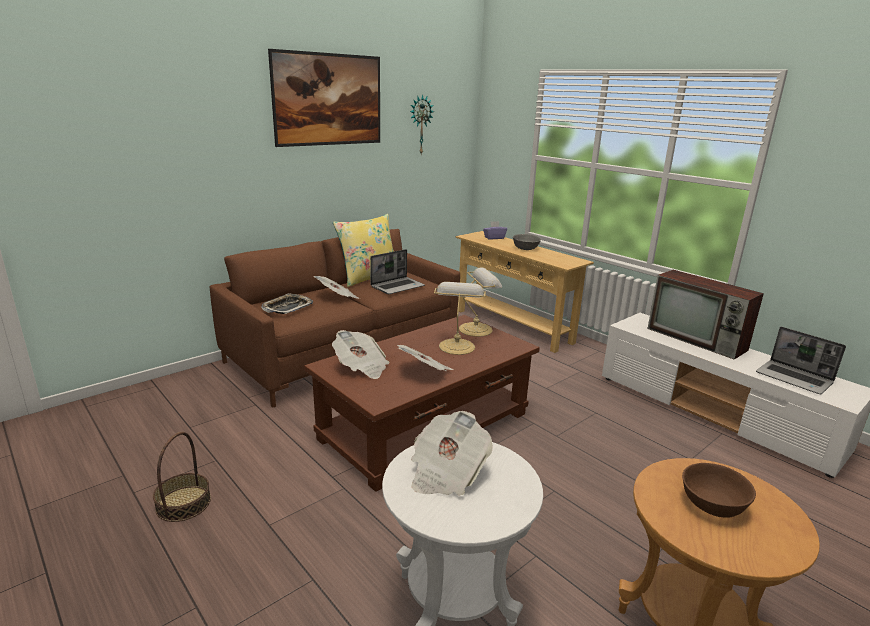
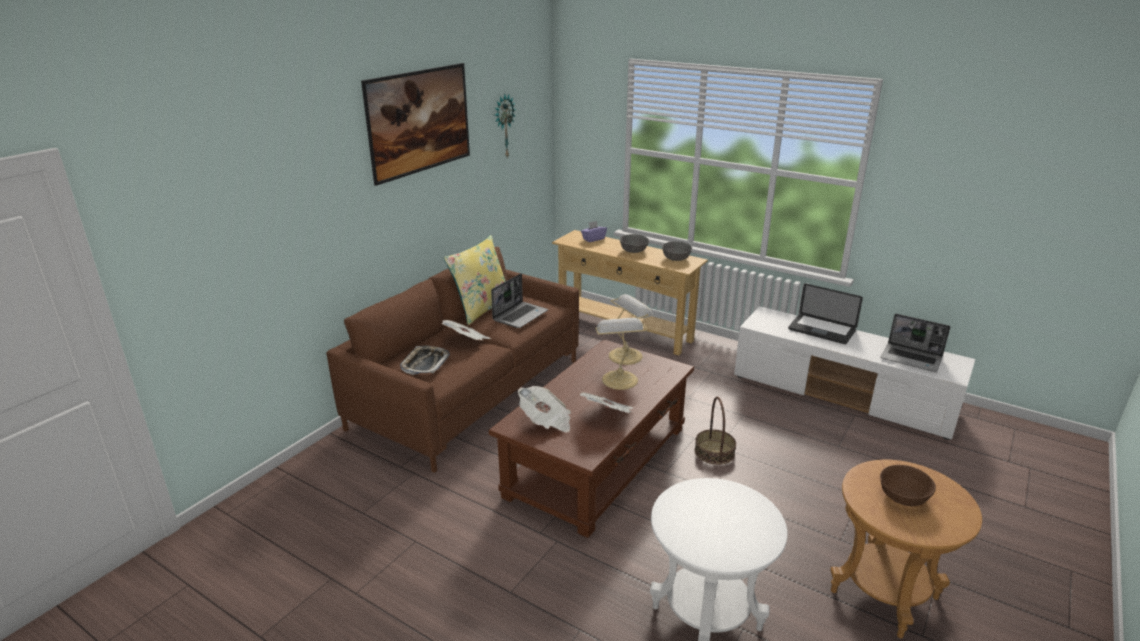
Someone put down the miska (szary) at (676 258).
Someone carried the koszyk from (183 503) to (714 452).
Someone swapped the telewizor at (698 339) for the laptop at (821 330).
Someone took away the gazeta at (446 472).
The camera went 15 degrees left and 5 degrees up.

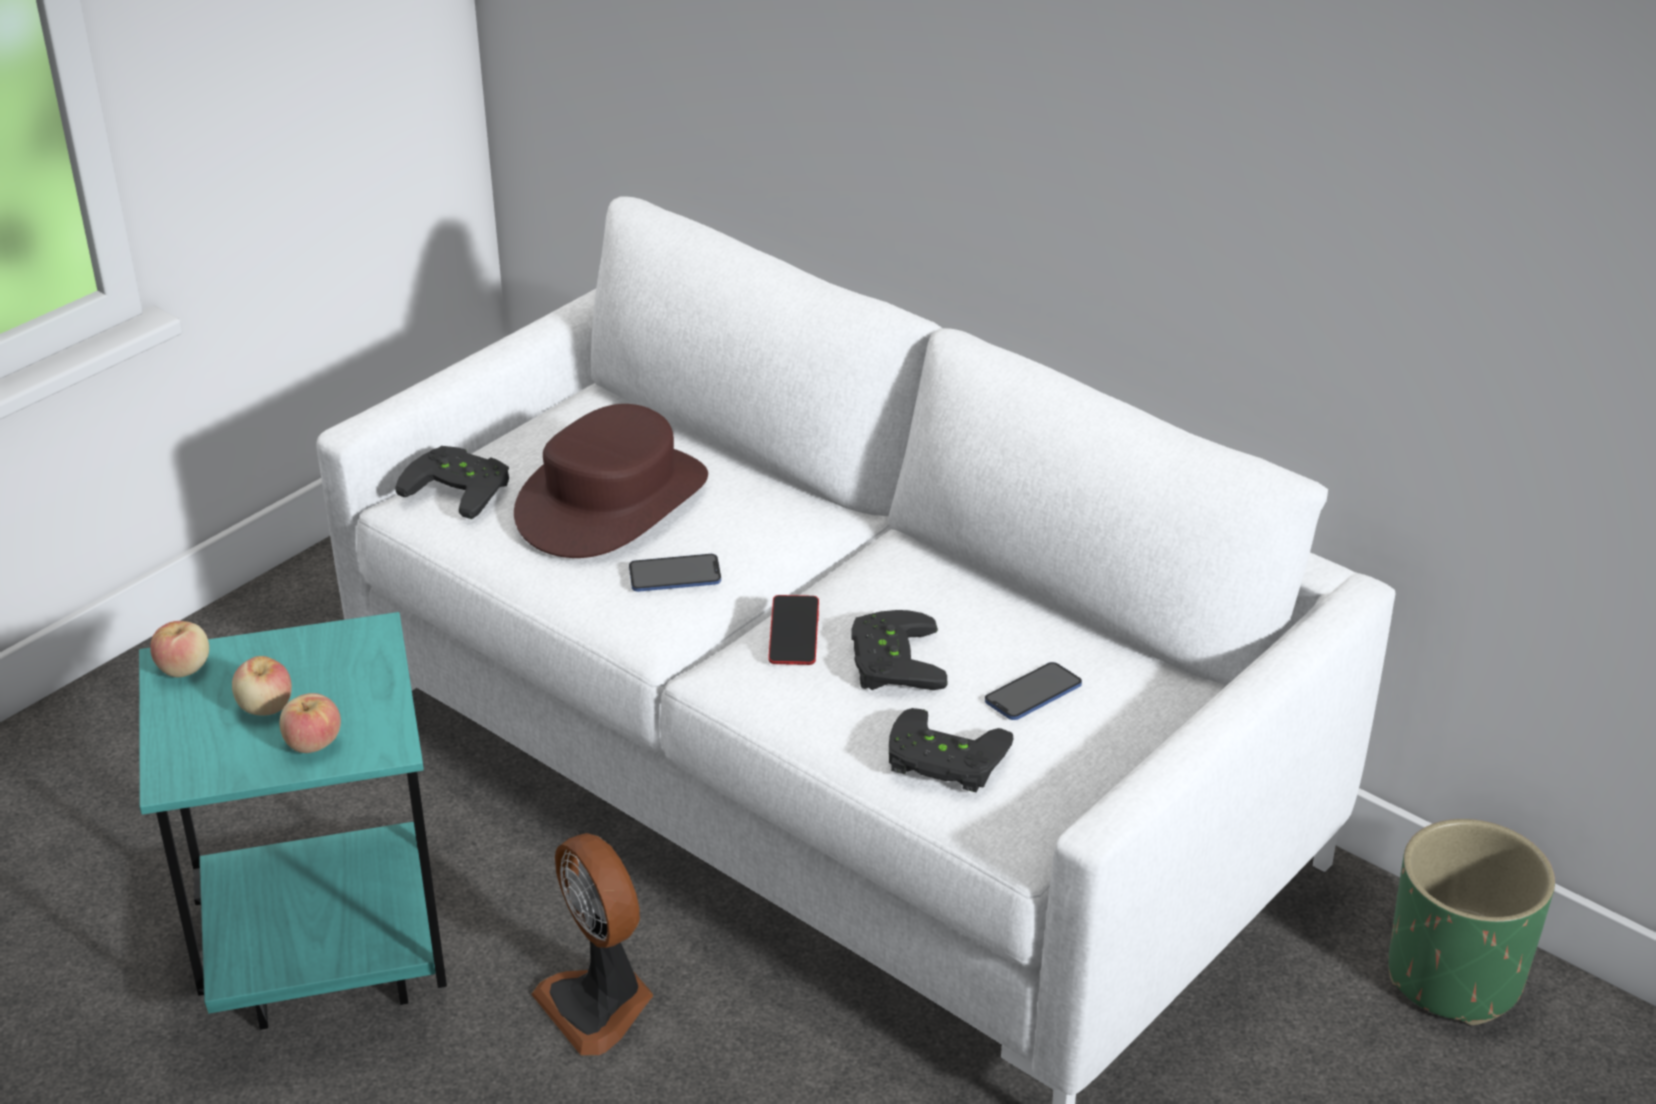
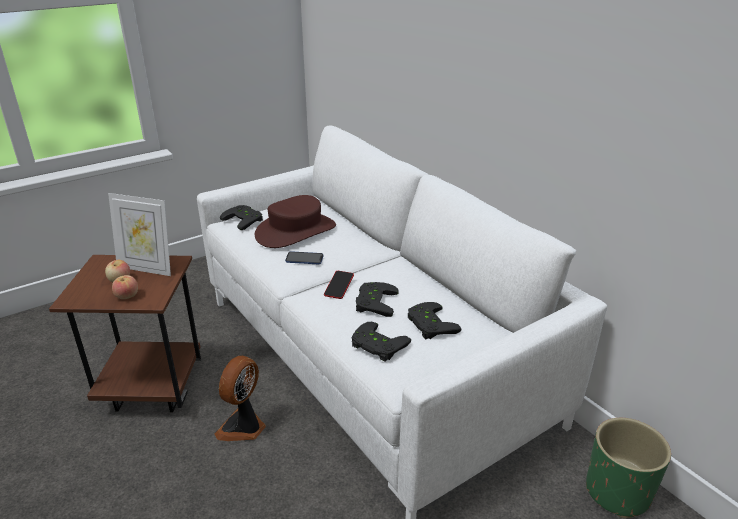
Someone repainted the stolik (turkusowy) at (325 960), which became the stolik (brązowy) at (153 389).
Someone put down the ramka na zdjęcie at (147 268).
Someone rotated the wentylator at (599 1004) by 45 degrees clockwise.
Someone swapped the telefon at (1033 694) for the pad do gier (czarny) at (428 325).
Someone took away the jabłko at (184 668).
The camera went 15 degrees right and 5 degrees down.

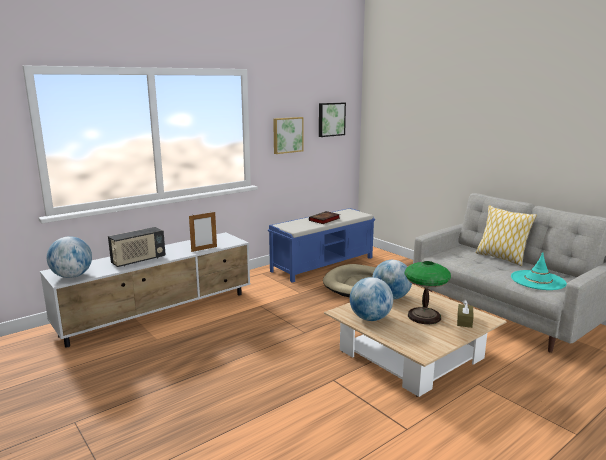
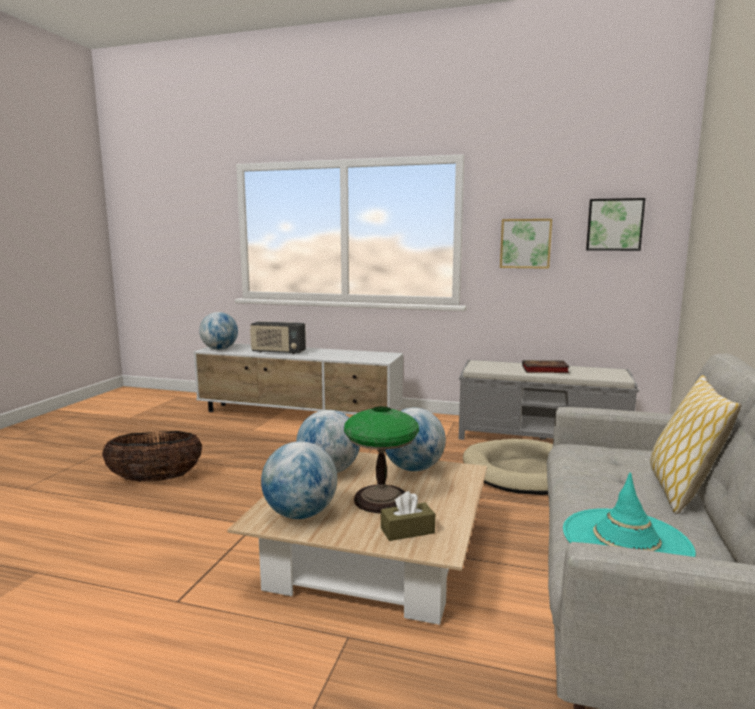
Someone put down the koszyk at (155 479).
Someone put down the globus at (300 514).
Someone repainted the ławka (niebieski) at (323 264), which became the ławka (szary) at (542 438).
Someone took away the ramka na zdjęcie at (204 249).
The camera went 55 degrees right and 5 degrees down.

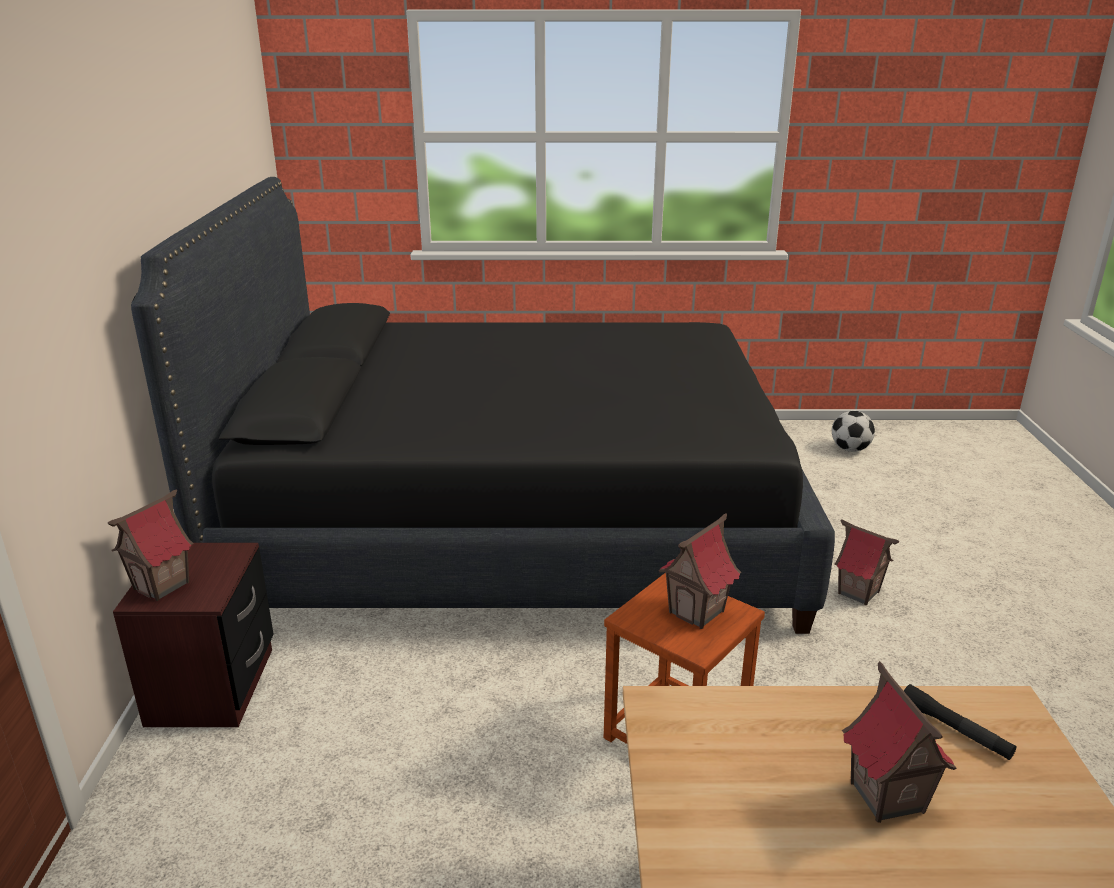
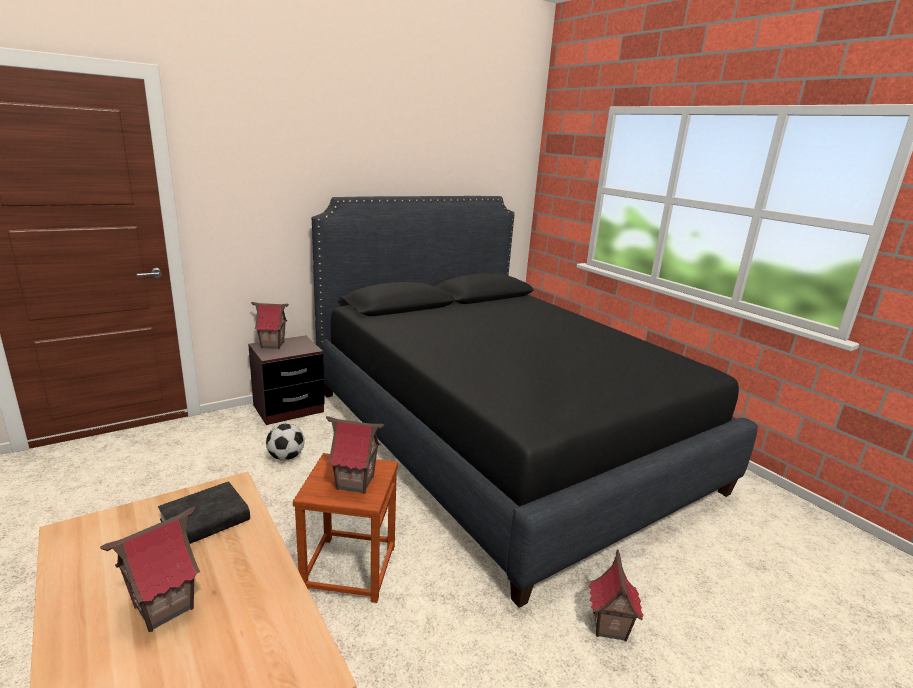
Someone put down the książka (czarny) at (205 520).
Someone carried the piłka futbolowa from (850 449) to (286 457).
Someone took away the latarka (czarny) at (955 729).
The camera went 55 degrees right and 5 degrees down.

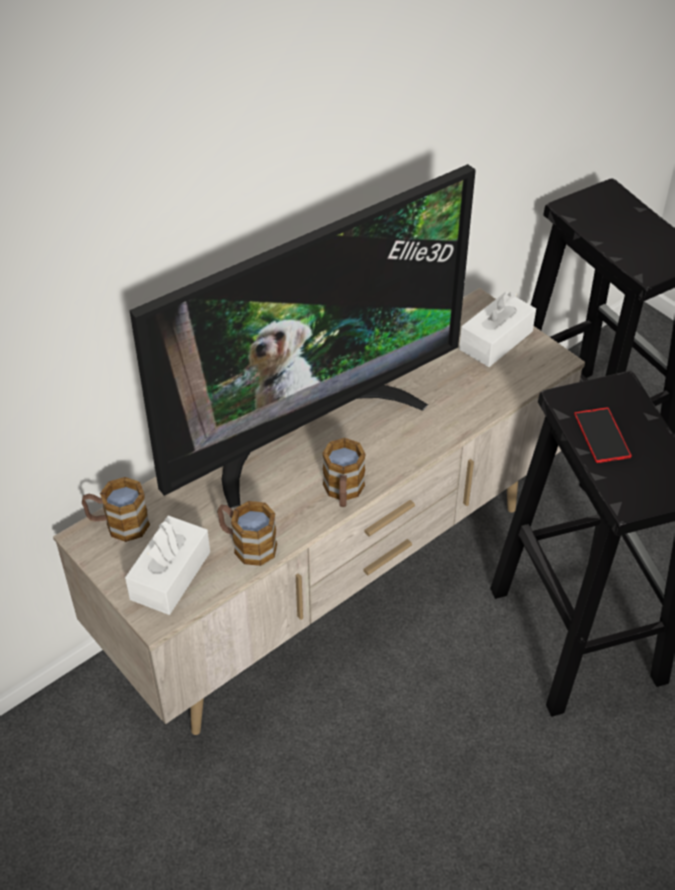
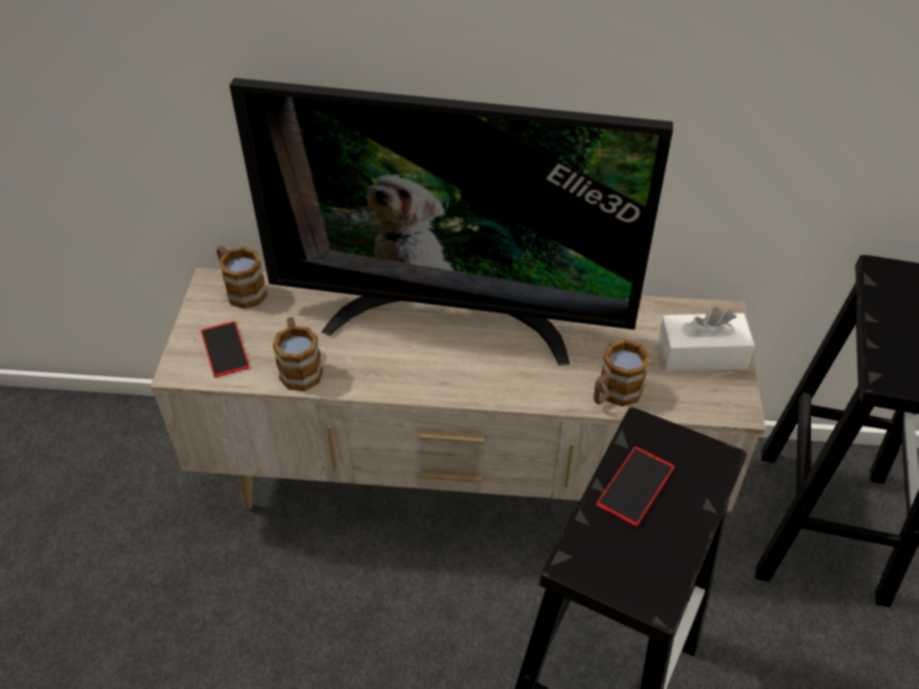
Someone swapped the pudełko chusteczek (biały) at (170 575) for the telefon at (225 349).
Someone carried the kubek from (343 492) to (614 394).
The camera went 45 degrees right and 0 degrees up.

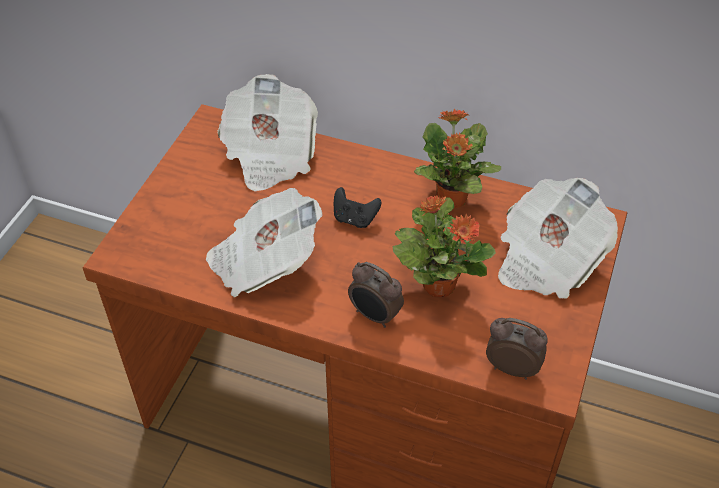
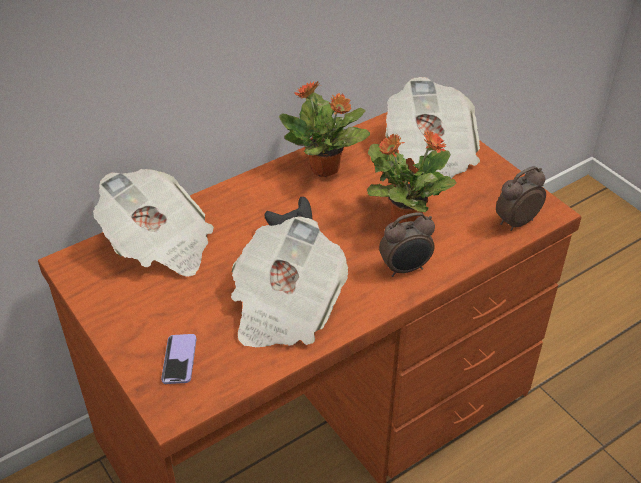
Someone put down the telefon at (179 360).
The camera went 55 degrees left and 5 degrees down.

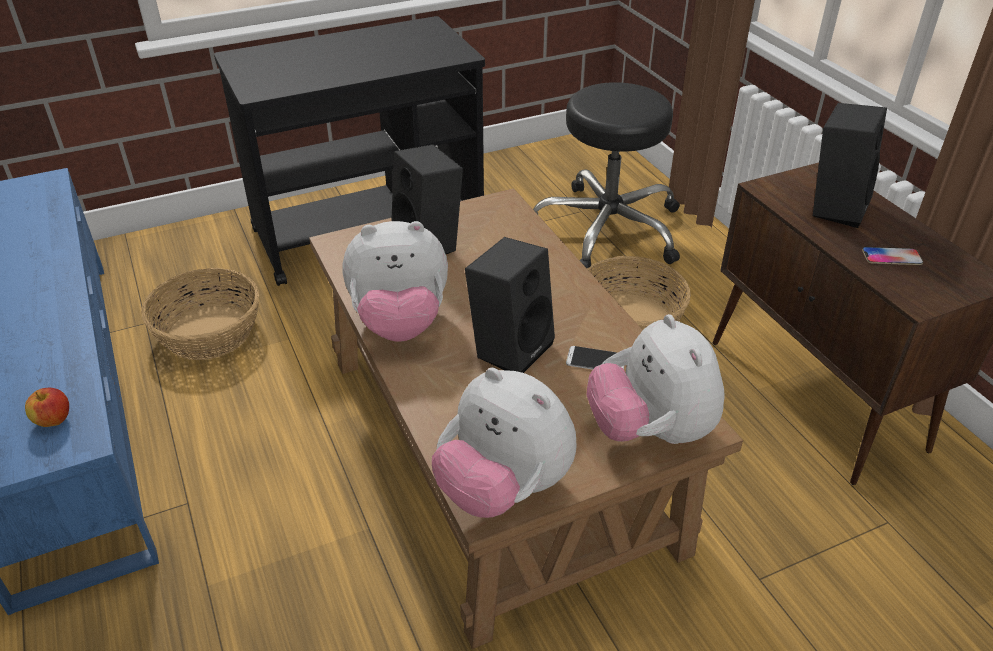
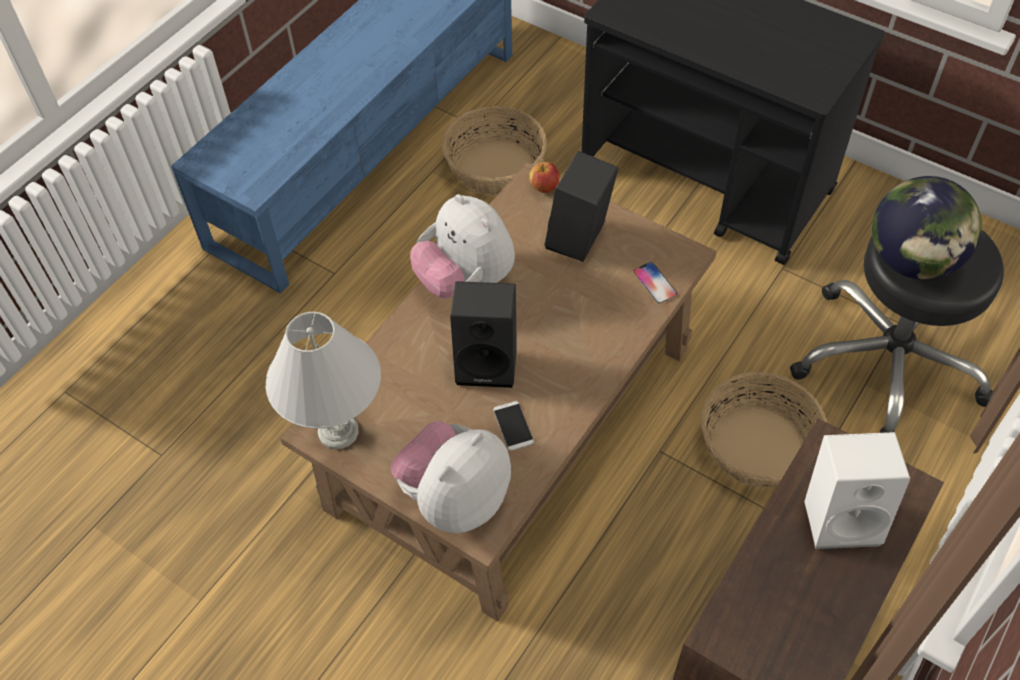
Someone swapped the pluszak at (503 488) for the lampa stołowa (biały) at (338 432).
Someone carried the jabłko from (54 420) to (544 187).
Someone carried the telefon from (891 257) to (654 283).
Someone repainted the głośnik (czarny) at (834 206), which became the głośnik (biały) at (842 516).
Someone put down the globus at (912 261).
The camera went 60 degrees right and 15 degrees up.

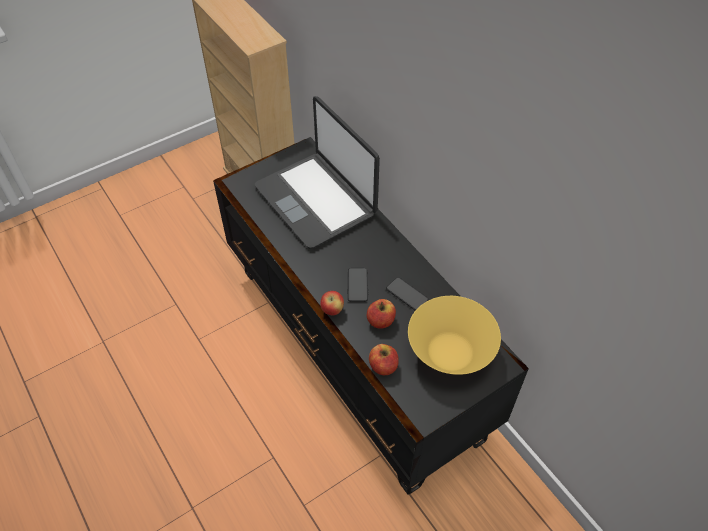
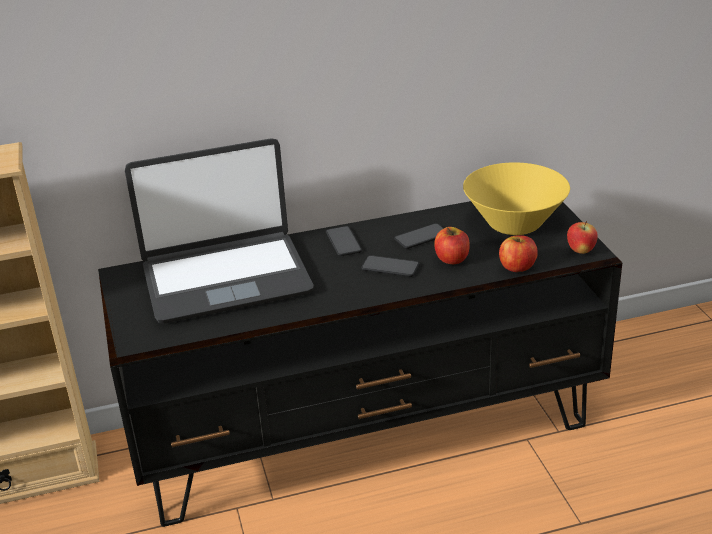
Someone put down the telefon at (343 242).
Someone carried the jabłko from (332 310) to (580 251).
The camera went 70 degrees left and 20 degrees down.

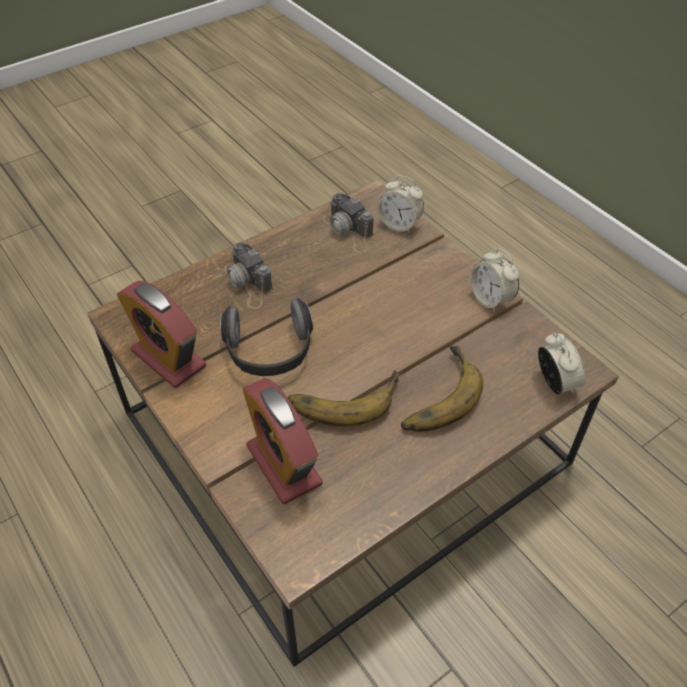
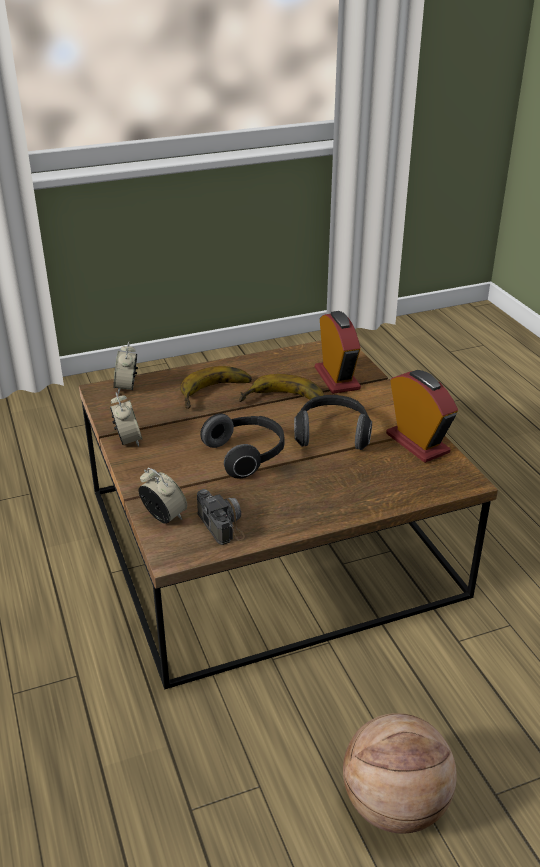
Someone put down the słuchawki at (247 455).
Someone put down the piłka do koszykówki at (395 805).
Someone took away the aparat fotograficzny at (248 283).
The camera went 165 degrees left and 15 degrees down.

